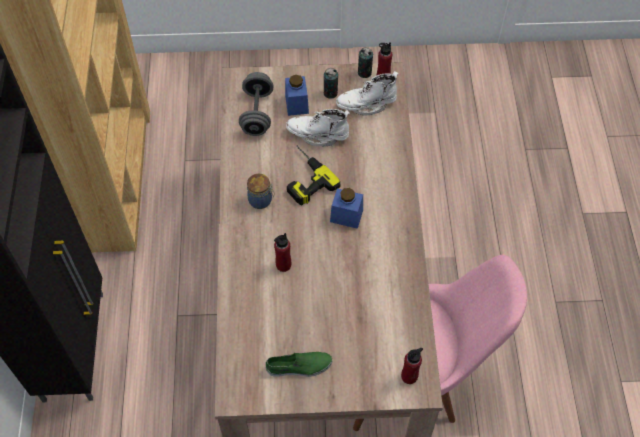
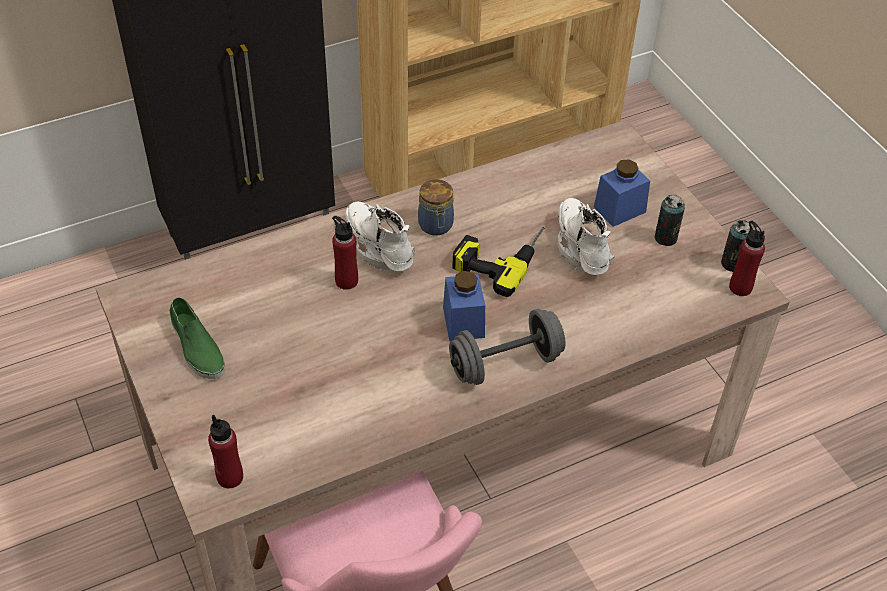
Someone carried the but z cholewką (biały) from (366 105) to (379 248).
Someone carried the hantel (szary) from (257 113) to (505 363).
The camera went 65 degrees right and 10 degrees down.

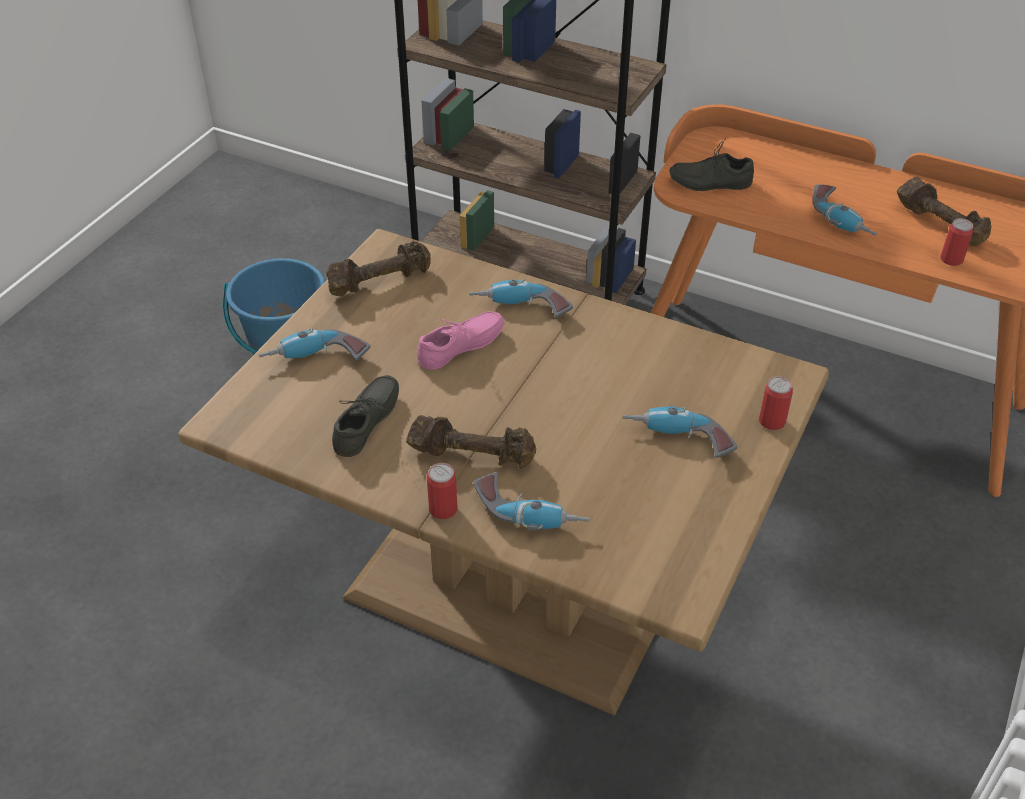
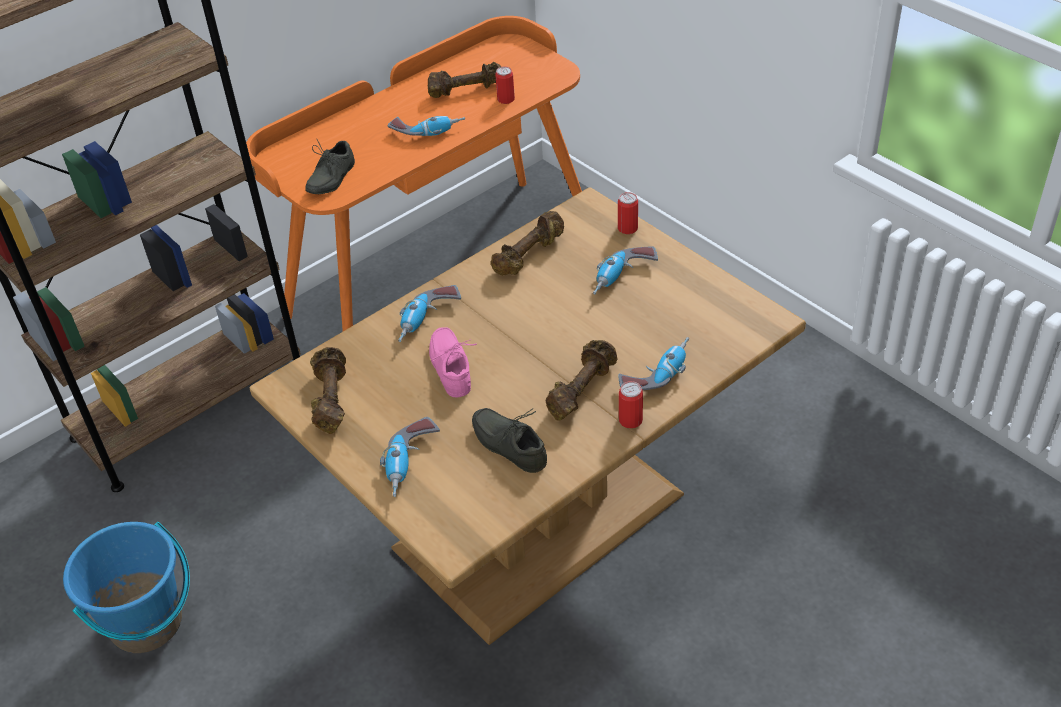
Someone put down the hantel (brązowy) at (529 255).
The camera went 65 degrees left and 0 degrees up.

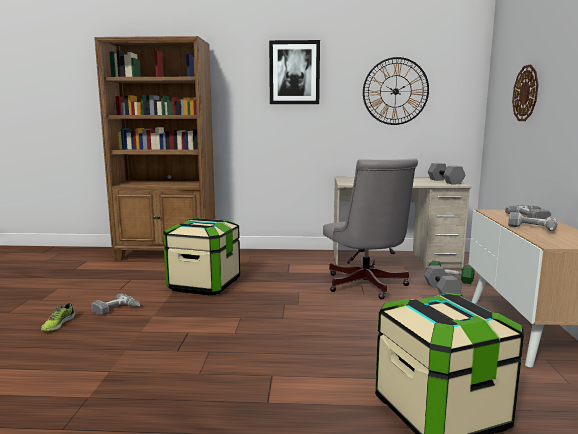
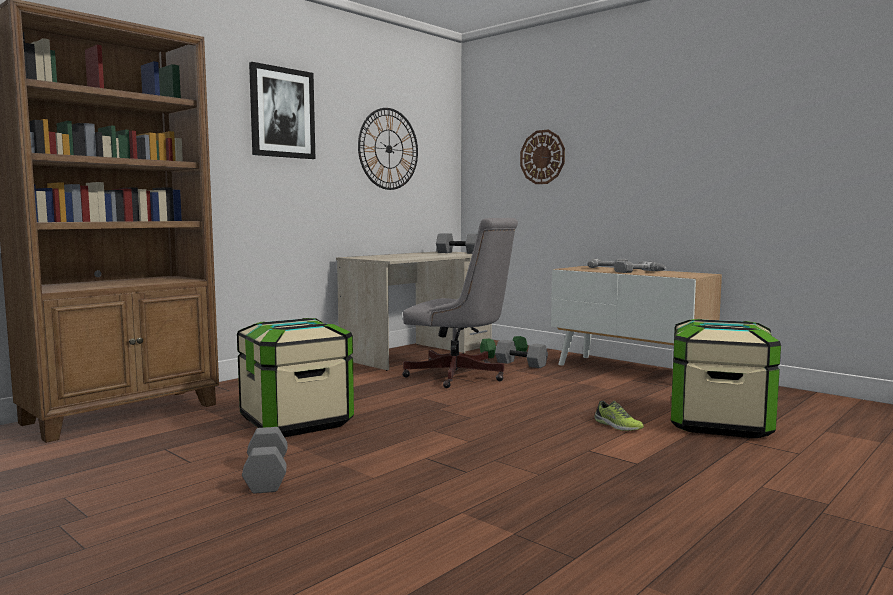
Someone swapped the wiertarka at (117 309) for the hantel (szary) at (268 476).
Someone carried the but from (58 324) to (617 426).
The camera went 50 degrees left and 5 degrees down.

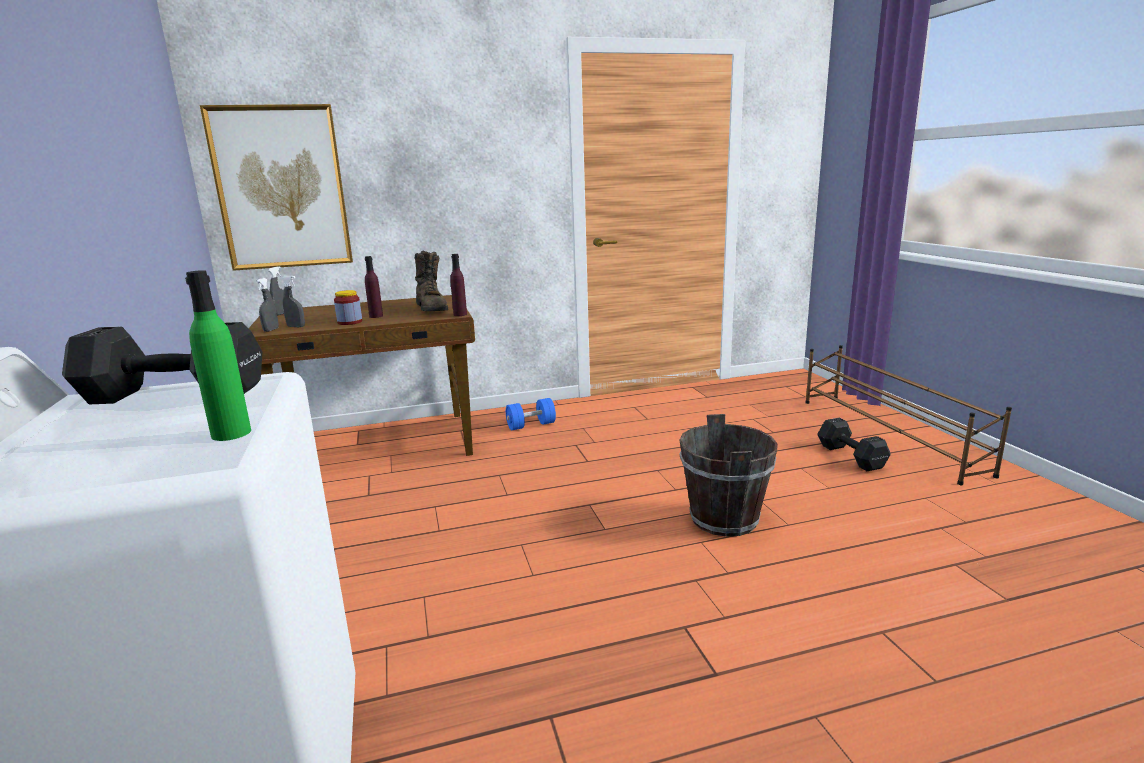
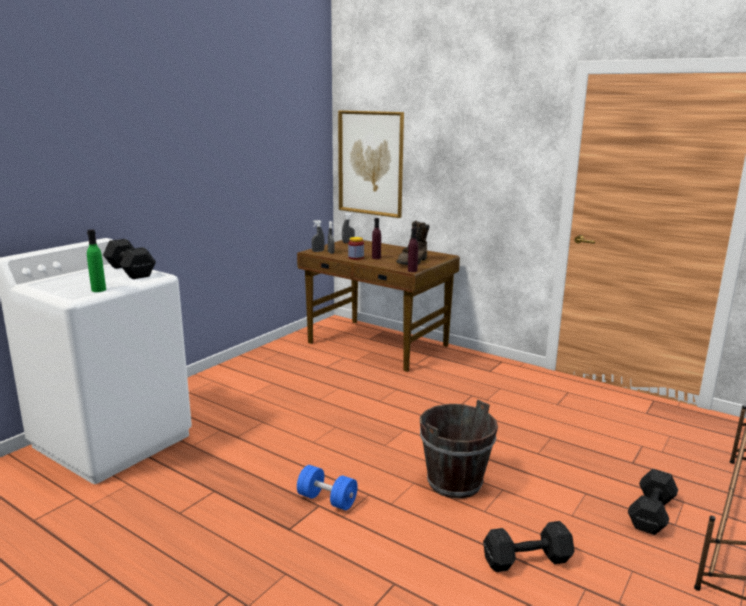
Someone carried the hantel (niebieski) from (531 425) to (327 500).
Someone put down the hantel (czarny) at (524 560).
The camera went 50 degrees right and 0 degrees up.

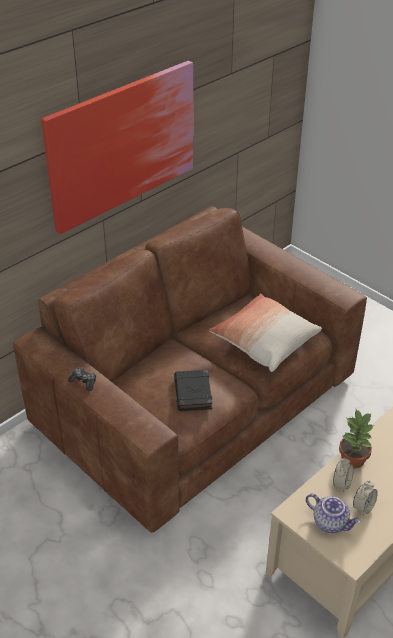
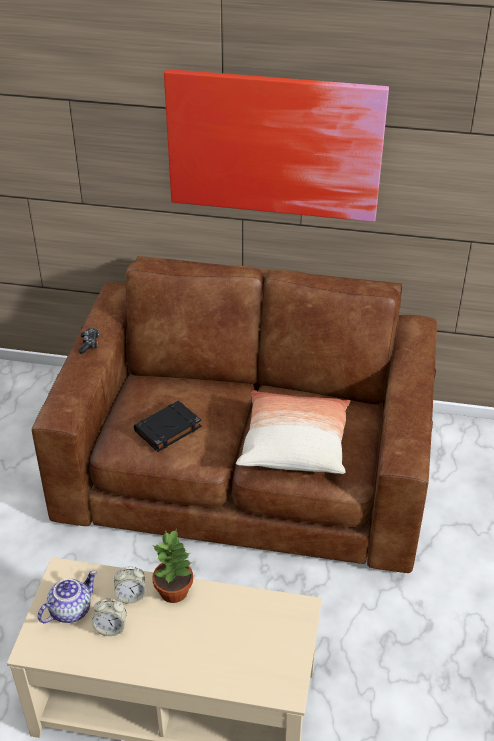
Someone rotated the imbryk at (331 522) by 135 degrees counterclockwise.
The camera went 55 degrees right and 0 degrees up.

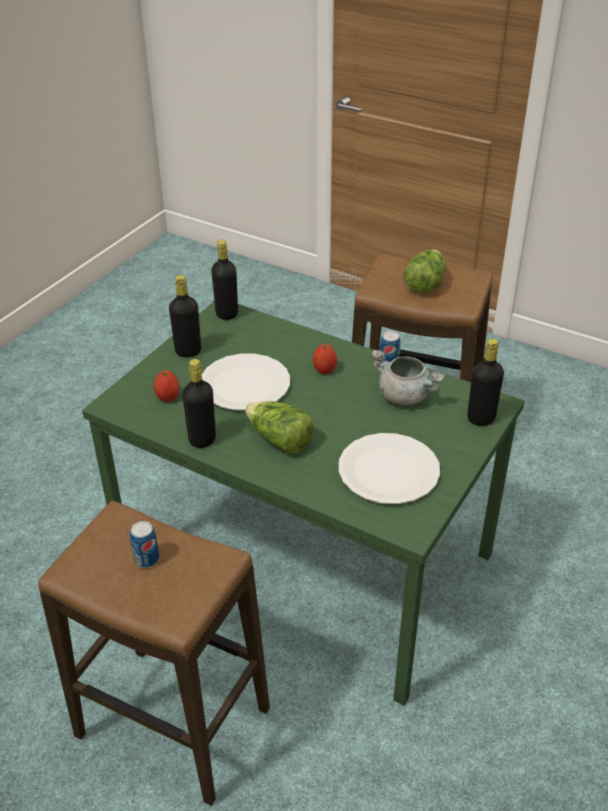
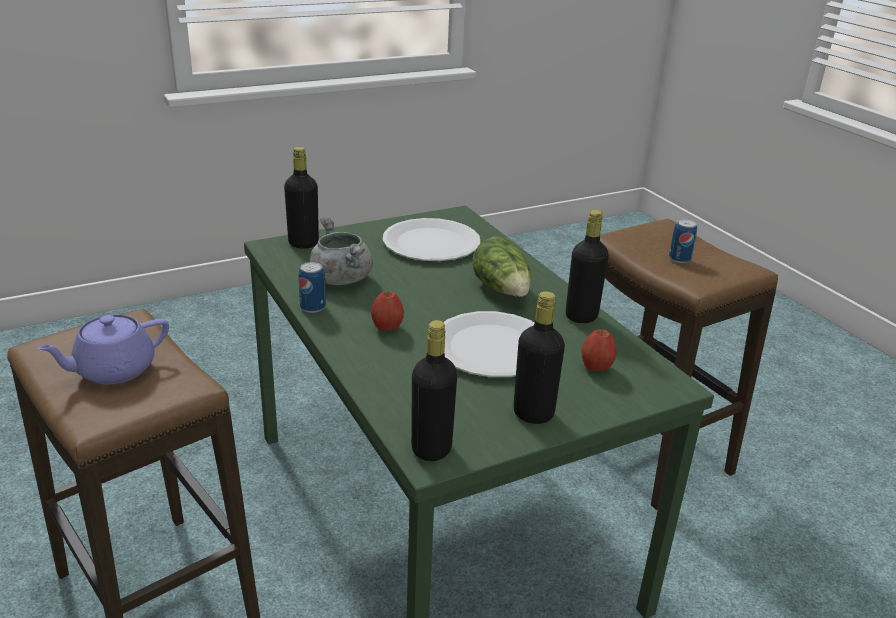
Someone swapped the sałata at (424 283) for the imbryk (fioletowy) at (113 370).
The camera went 150 degrees left and 10 degrees down.

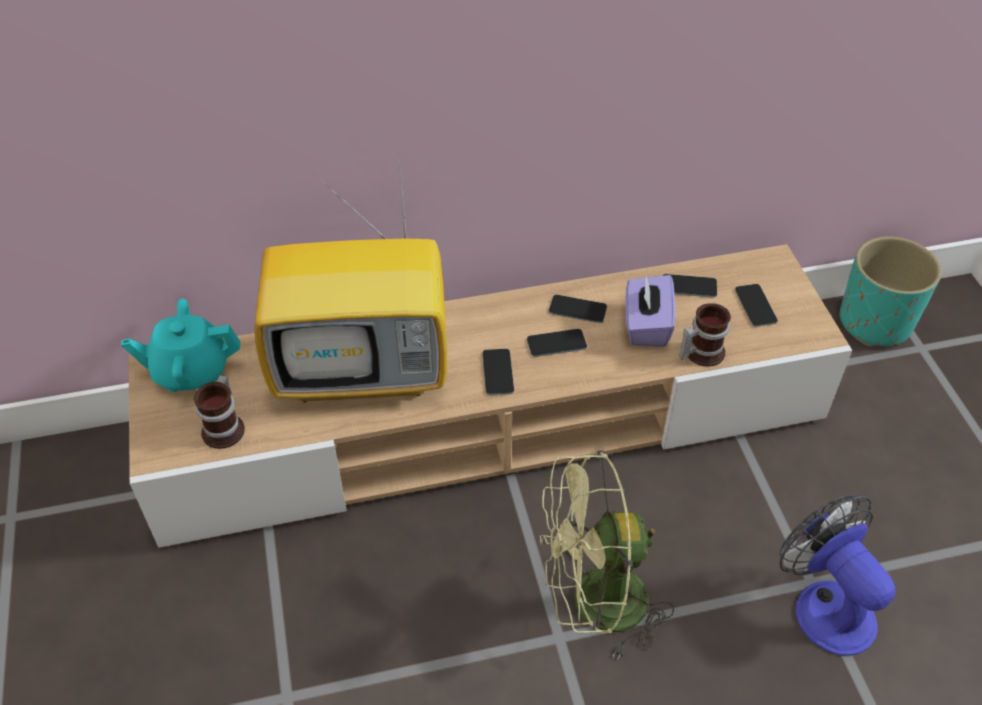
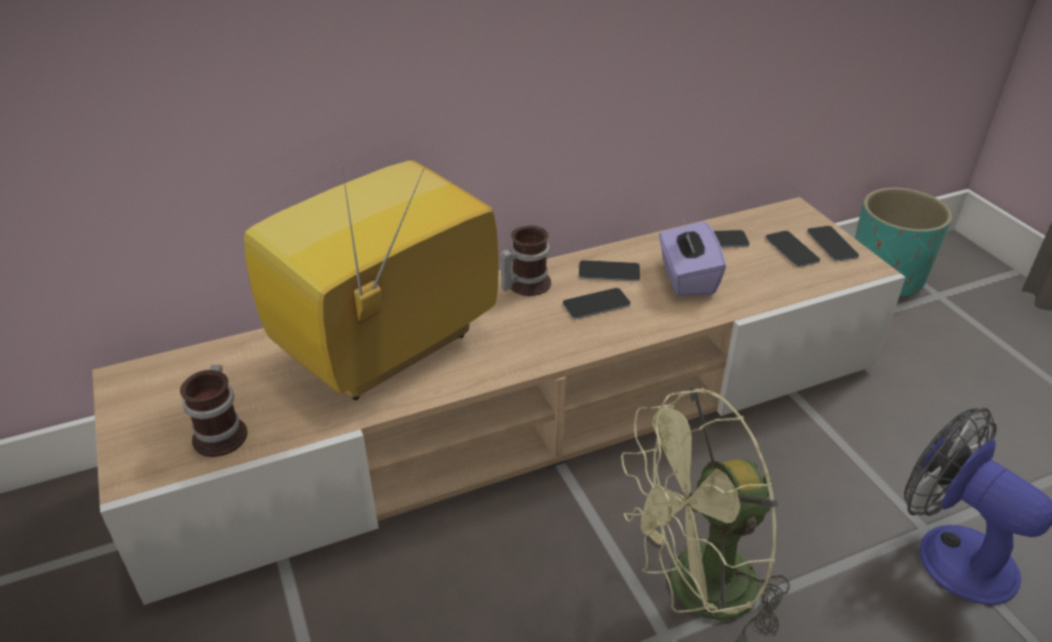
Someone rotated the telewizor at (366 369) by 150 degrees clockwise.
Someone carried the kubek from (700 352) to (524 284).
Someone carried the telefon from (498 372) to (832 244).
Someone took away the imbryk (turkusowy) at (191 371).
The camera went 10 degrees left and 10 degrees down.

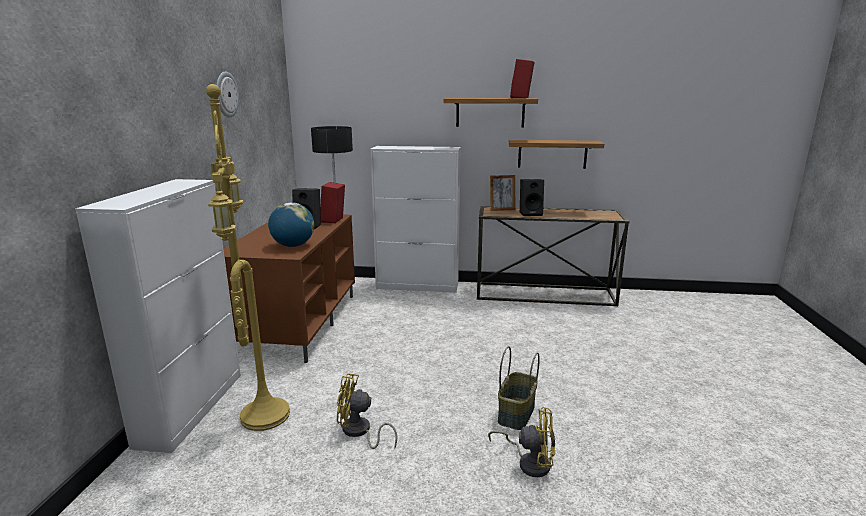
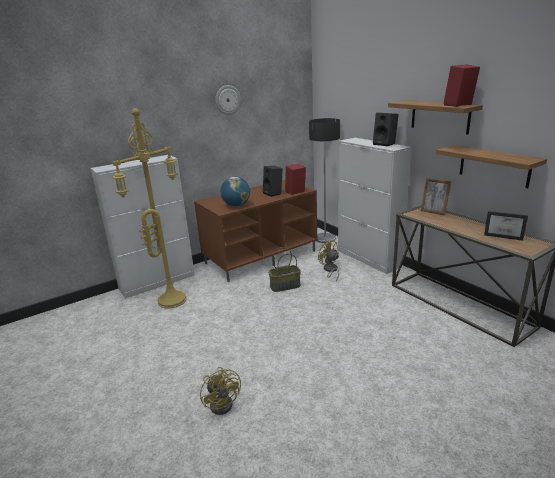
Someone carried the koszyk from (517 414) to (285 286).
Someone carried the wentylator (żółty) from (359 432) to (330 270).
Someone carried the głośnik (czarny) from (531 213) to (385 144).
Someone put down the ramka na zdjęcie at (504 236).
The camera went 50 degrees right and 5 degrees up.

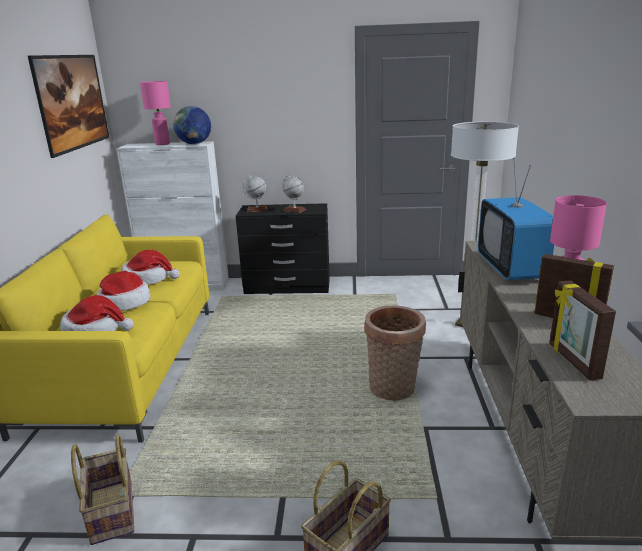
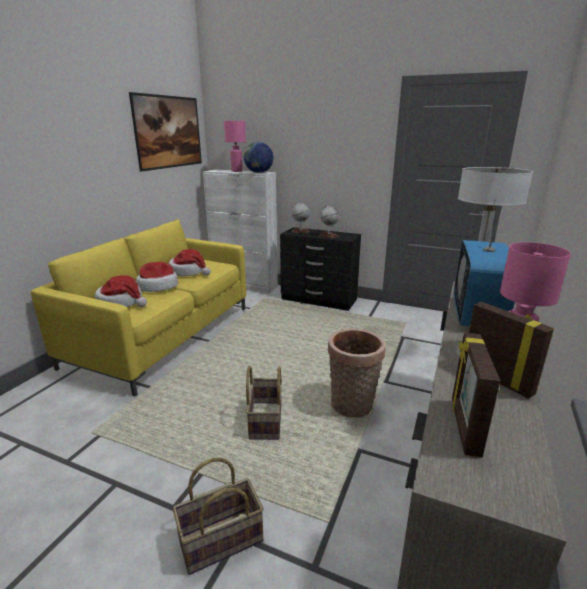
Someone carried the koszyk from (111 511) to (265 421).
The camera went 20 degrees right and 0 degrees up.

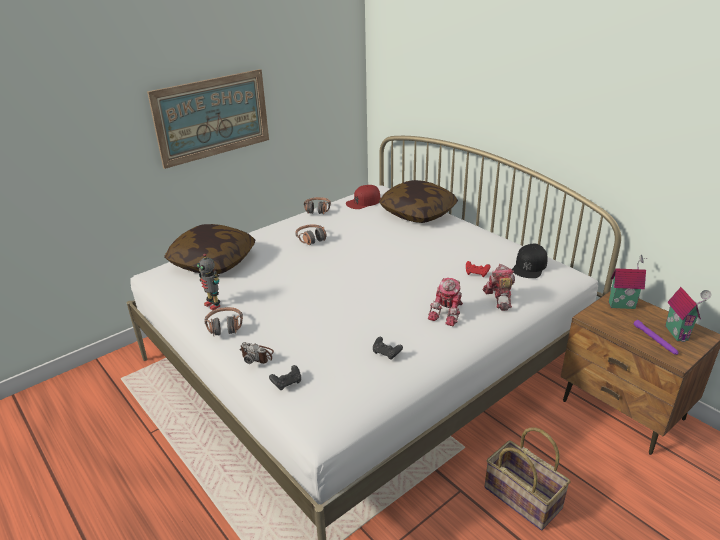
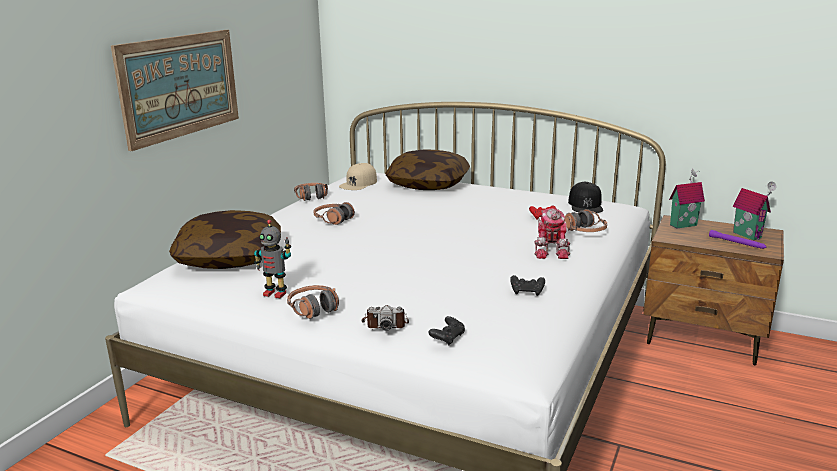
Someone repainted the czapka z daszkiem (czerwony) at (363 202), which became the czapka z daszkiem (beżowy) at (358 183).
Someone swapped the robot zabawkowy at (499 298) for the słuchawki at (585 231).
Someone took away the koszyk at (523 497).
The camera went 25 degrees left and 10 degrees down.

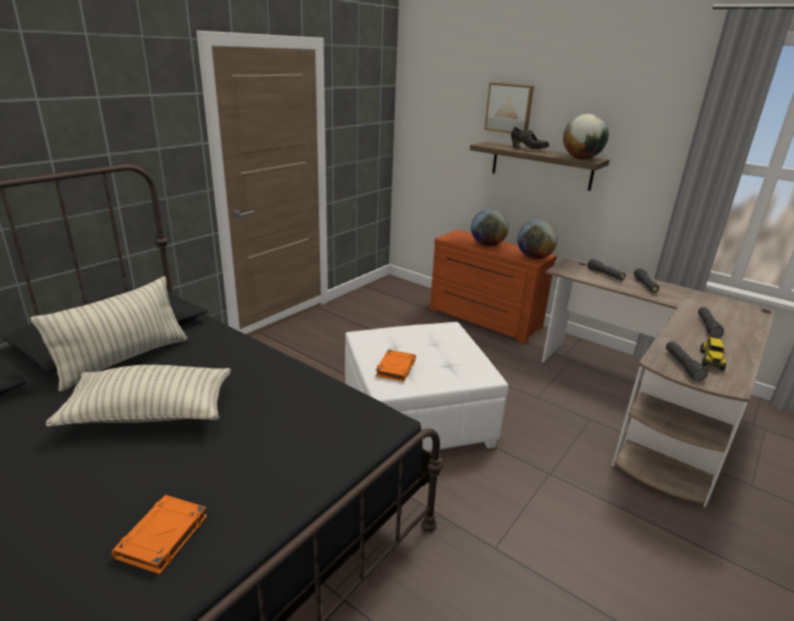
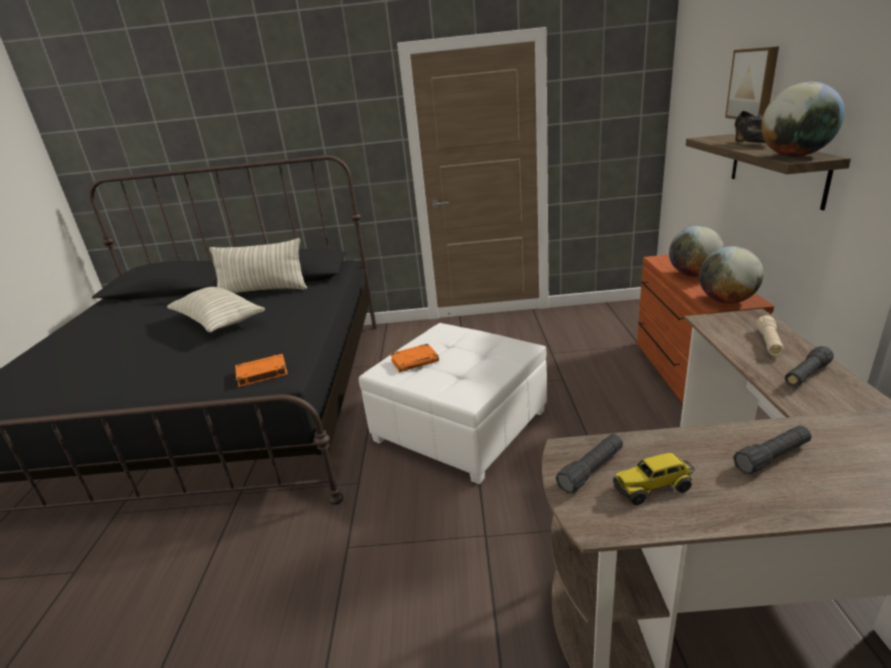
Someone carried the książka (pomarańczowy) from (162 537) to (261 373).
Someone repainted the latarka (czarny) at (605 275), which became the latarka (beżowy) at (768 343).
The camera went 55 degrees right and 0 degrees up.

